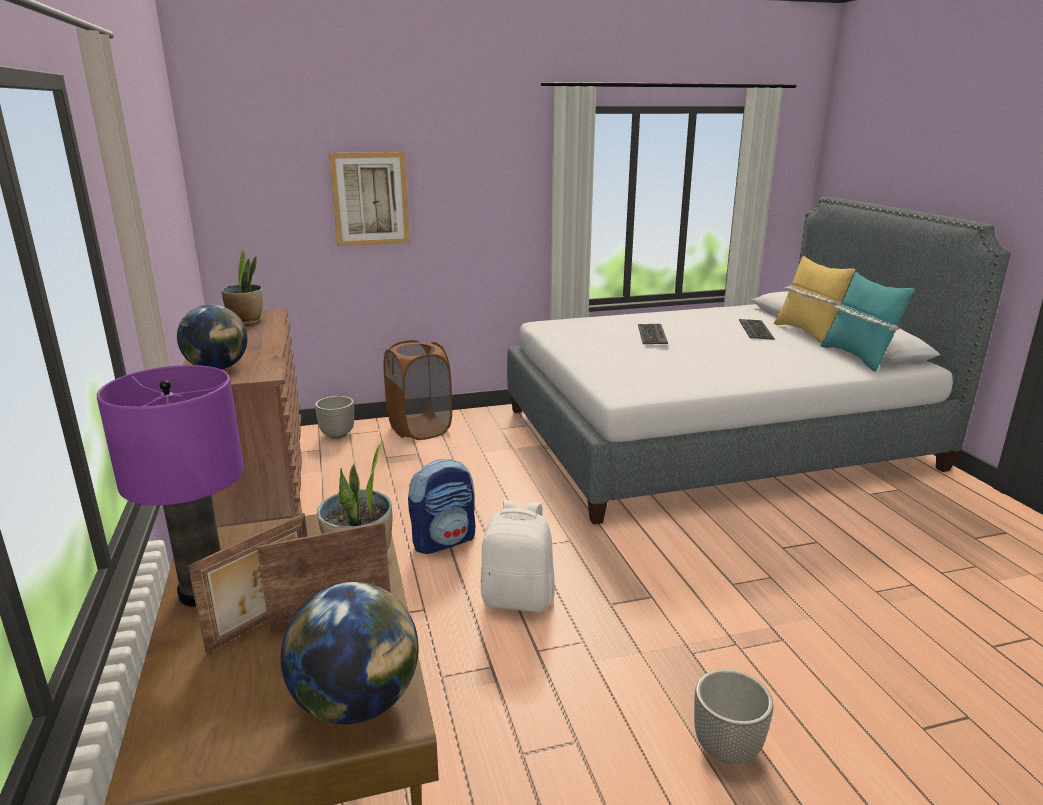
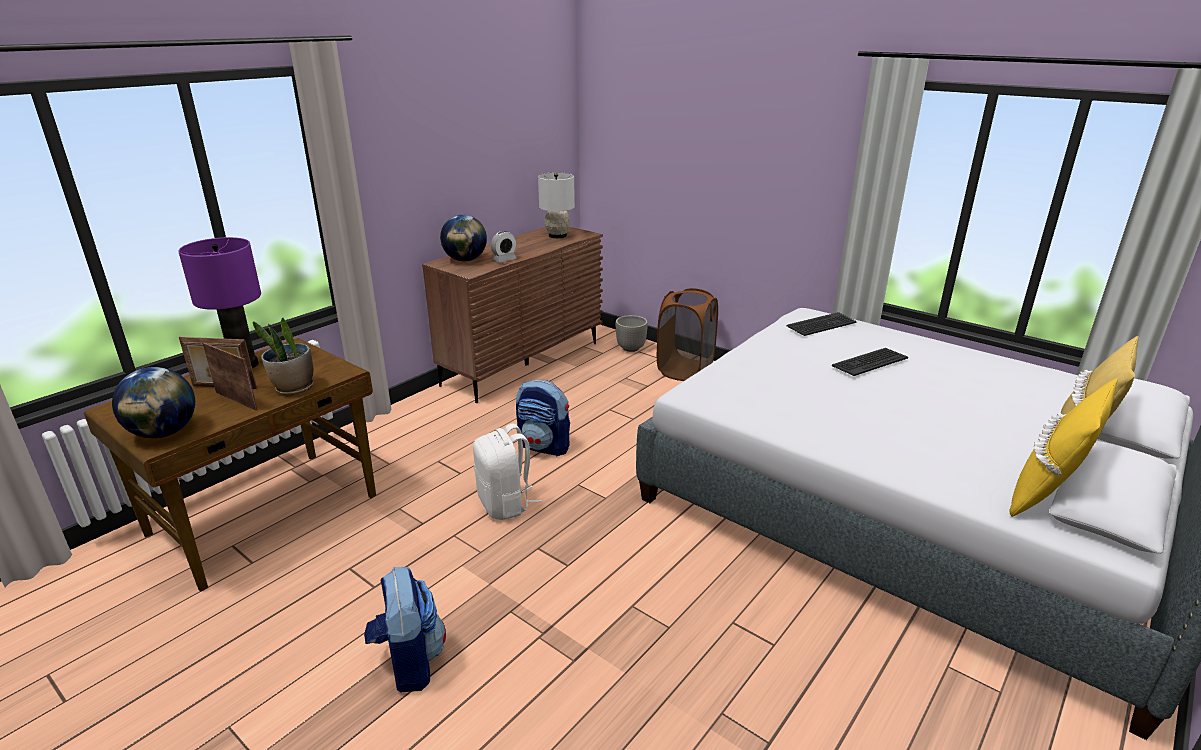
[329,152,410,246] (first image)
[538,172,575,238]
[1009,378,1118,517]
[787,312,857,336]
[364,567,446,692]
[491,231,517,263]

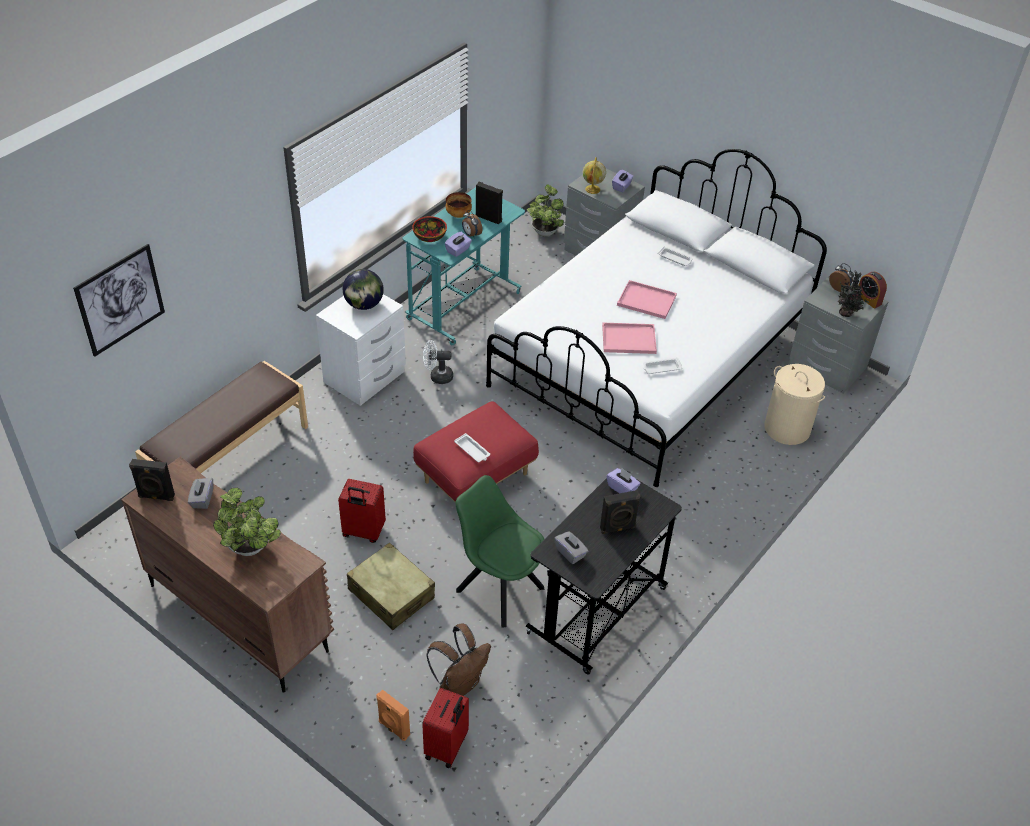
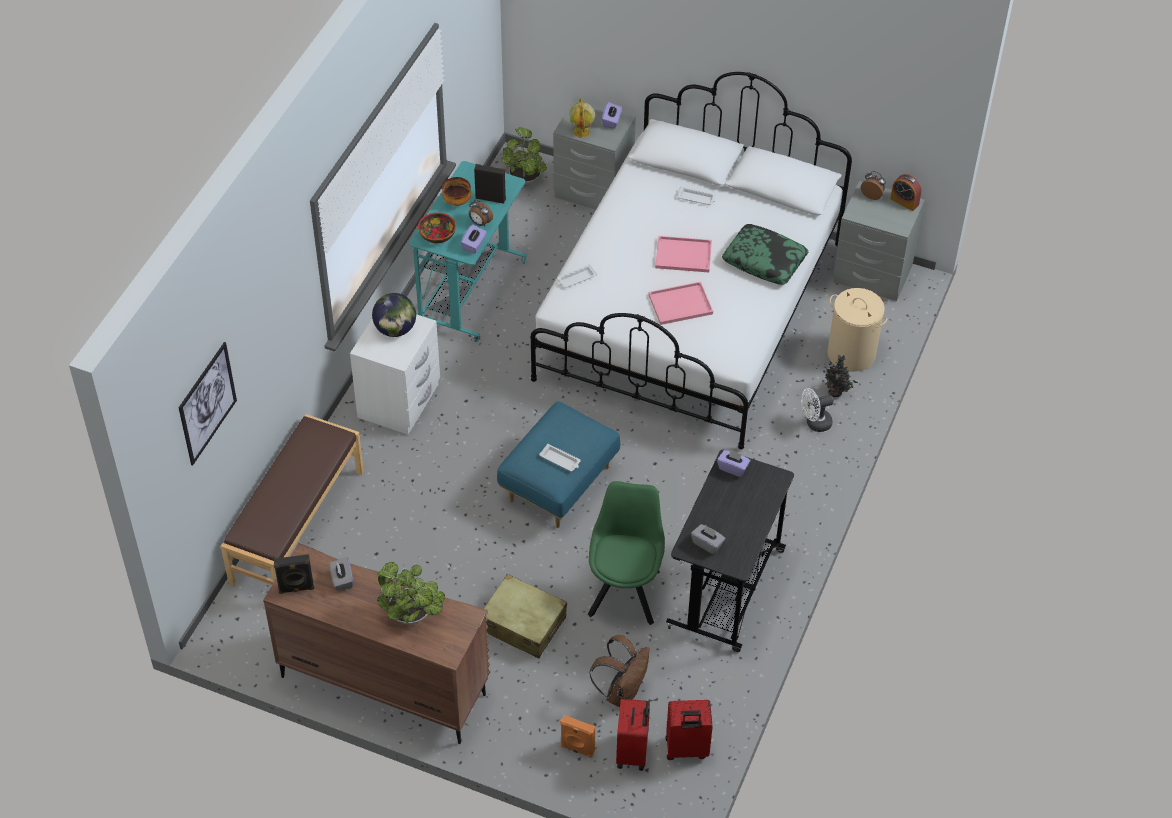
[824,355,858,397]
[801,388,834,432]
[557,264,597,288]
[497,401,620,528]
[588,481,665,625]
[665,700,713,760]
[600,490,640,534] (first image)
[722,224,808,285]

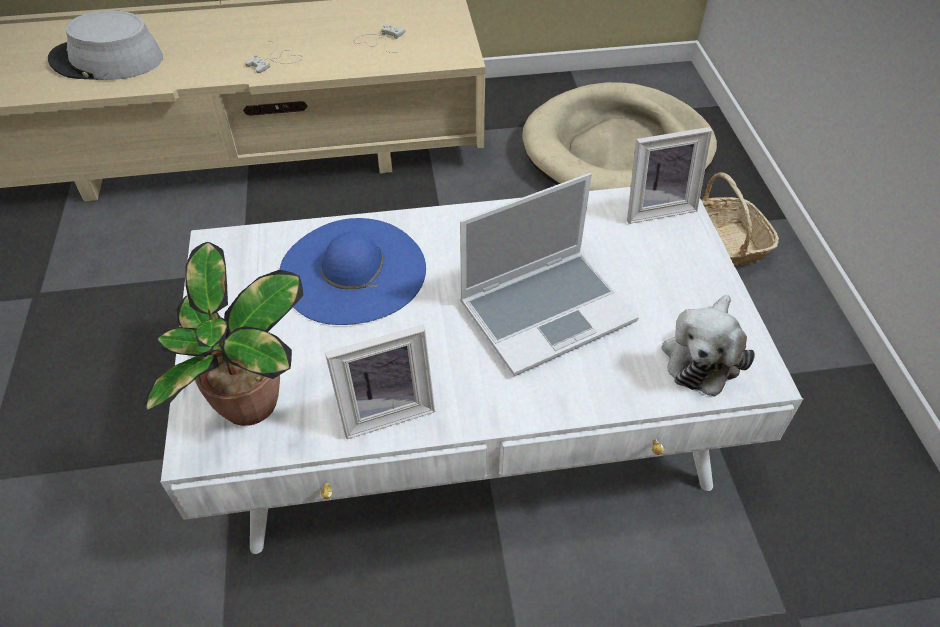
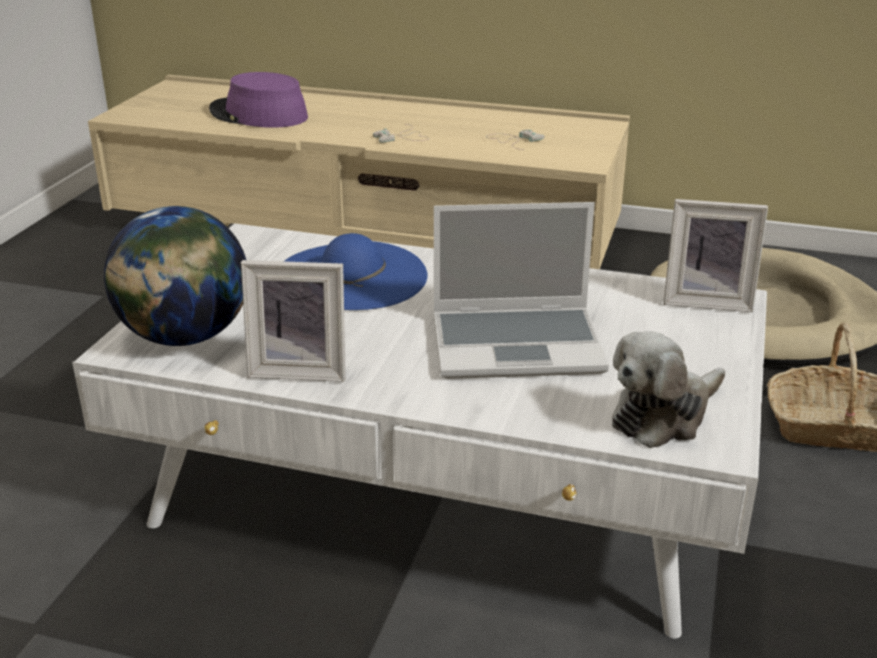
[209,72,308,128]
[104,206,246,346]

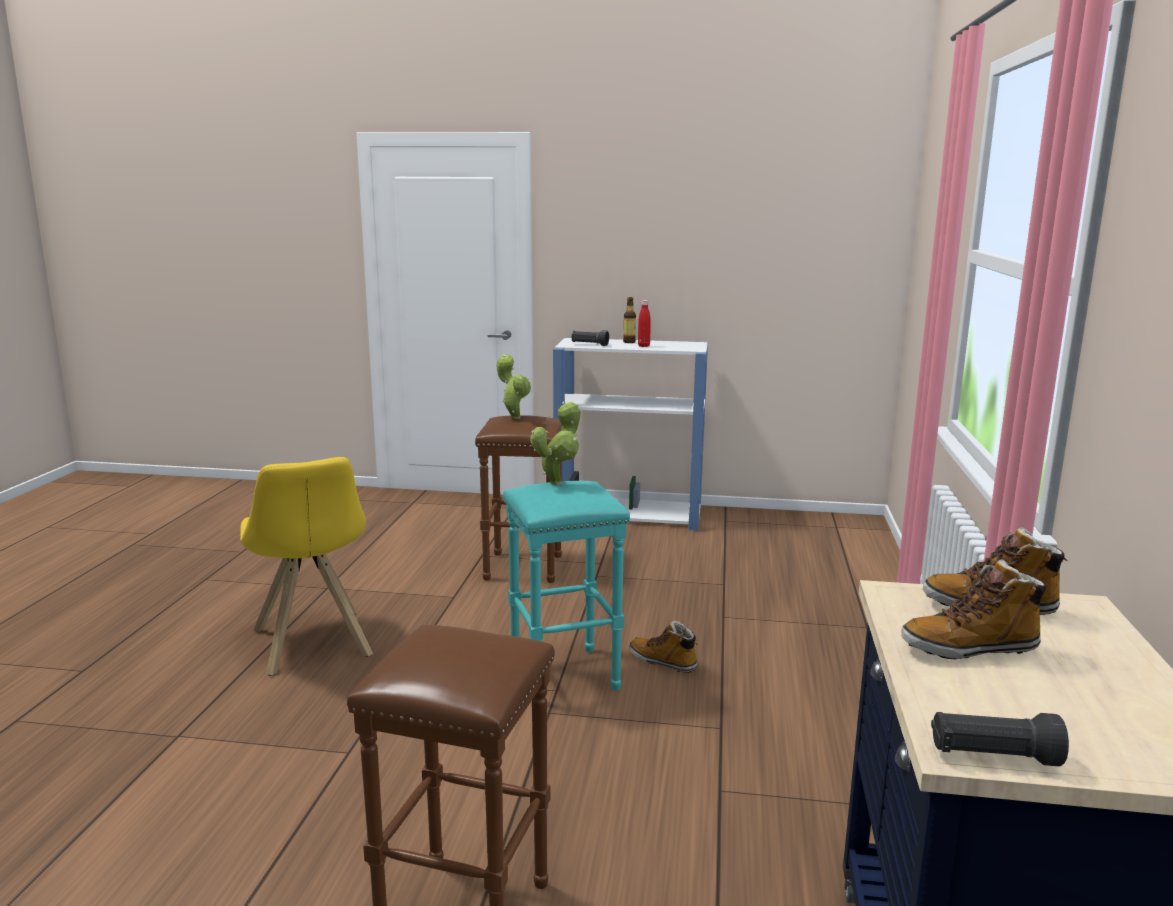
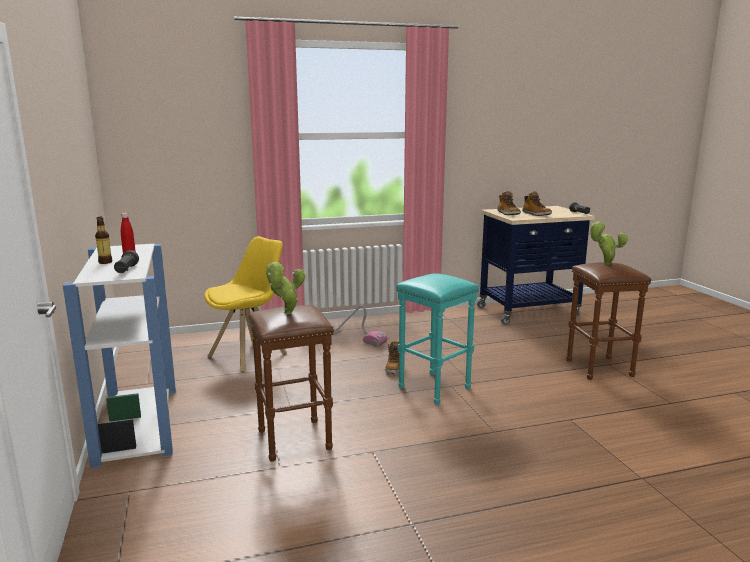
[589,221,628,265]
[204,236,287,372]
[333,305,387,347]

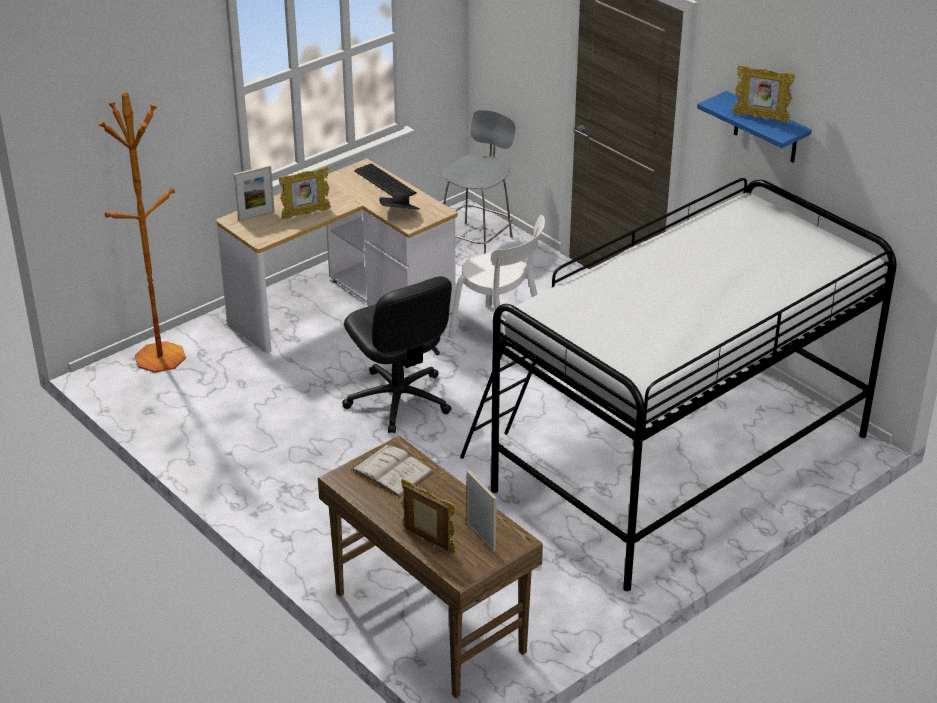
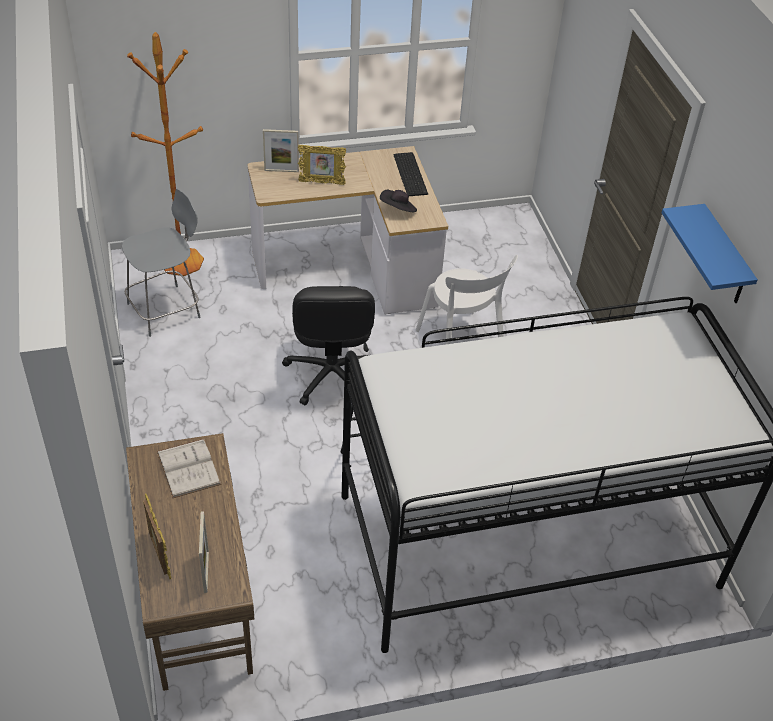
[733,65,795,122] (first image)
[122,189,201,337]

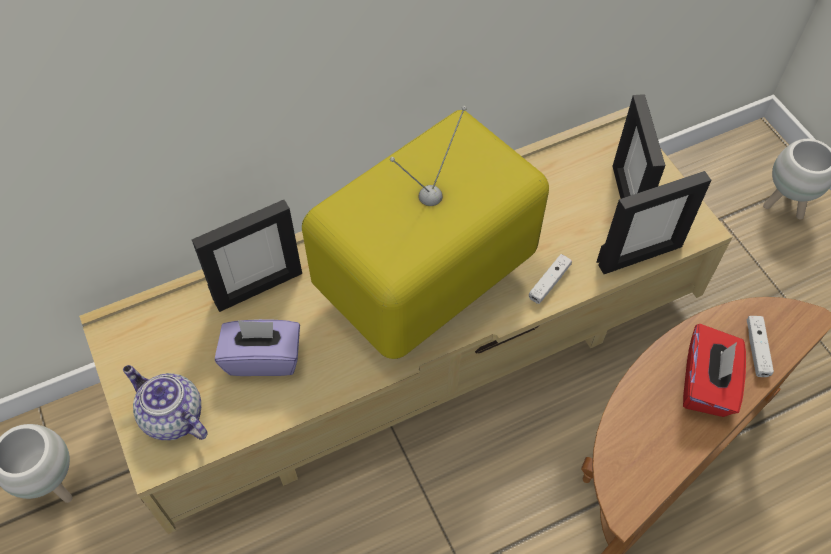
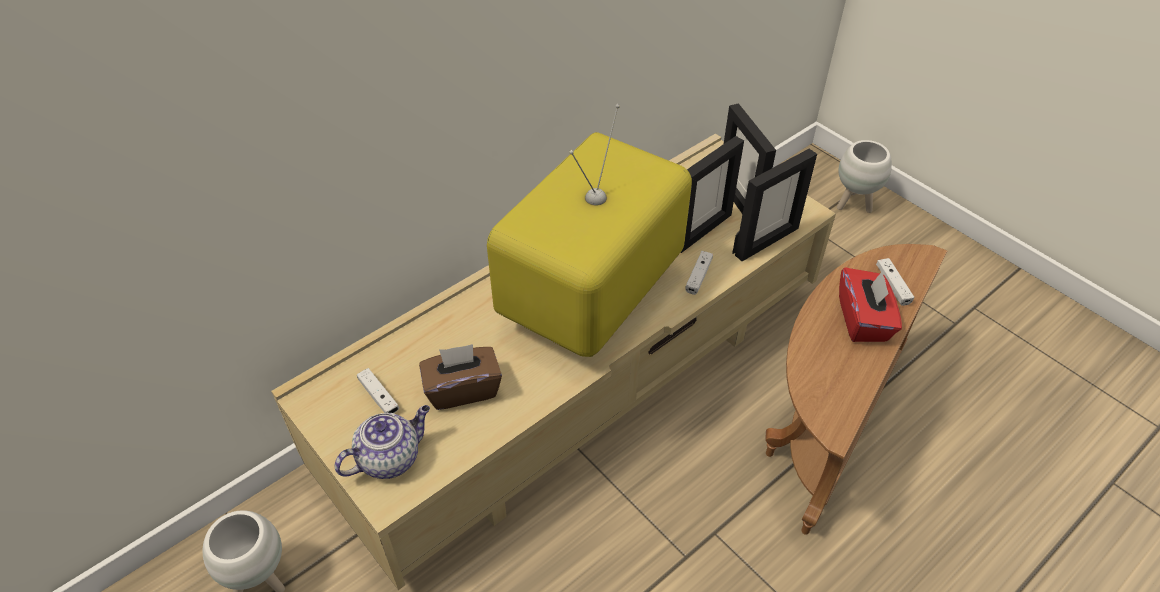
[681,136,744,253]
[419,344,502,410]
[335,405,430,479]
[357,368,399,413]

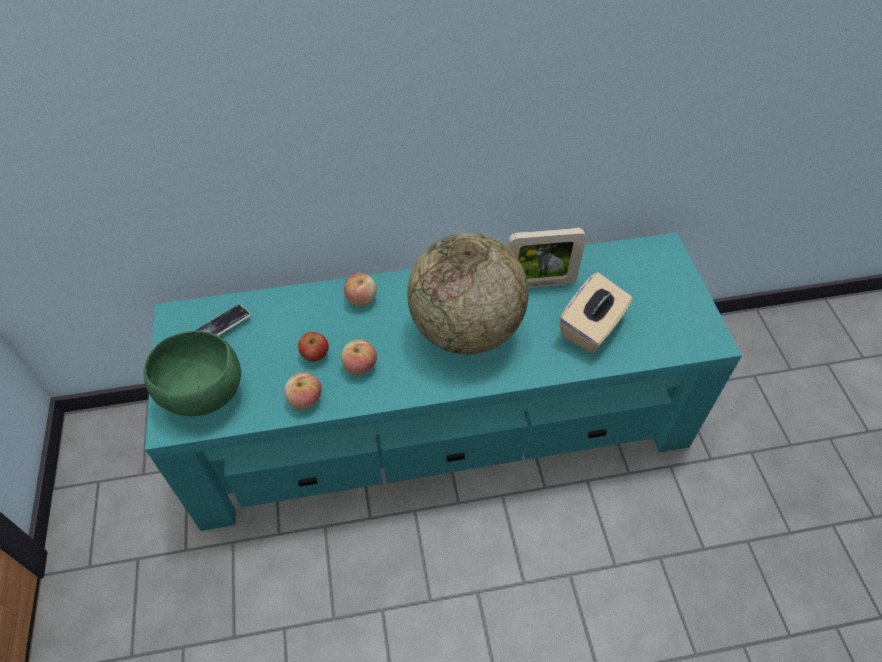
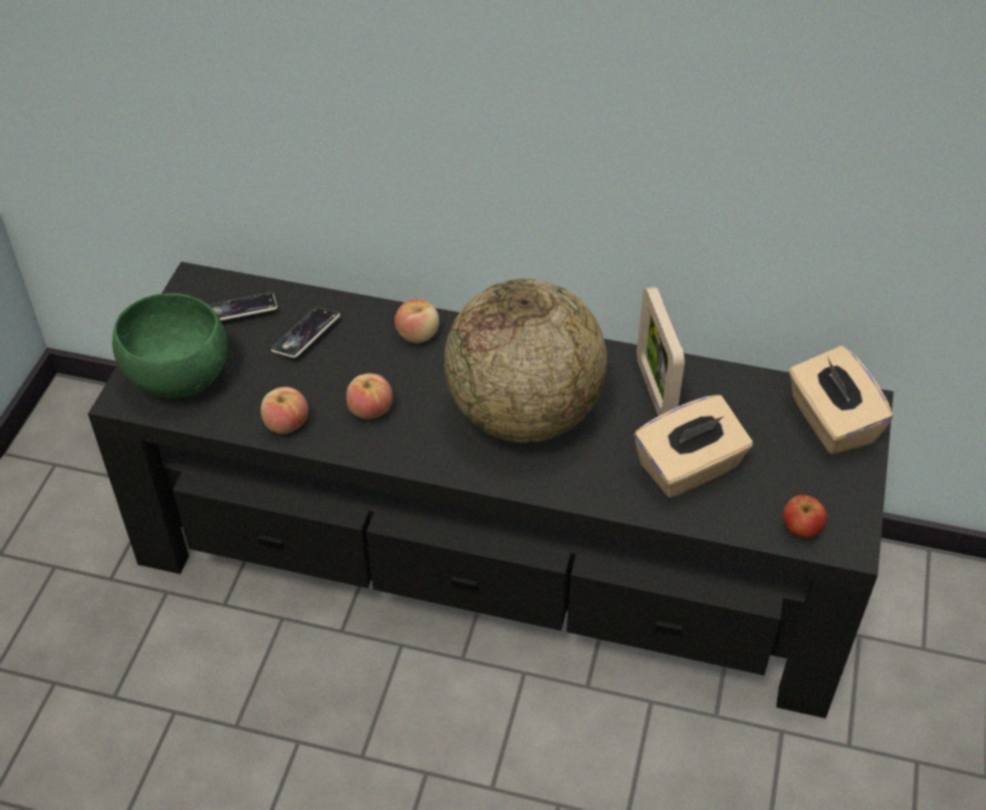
[637,287,685,416]
[88,262,894,718]
[783,495,827,538]
[271,308,340,358]
[789,346,893,455]

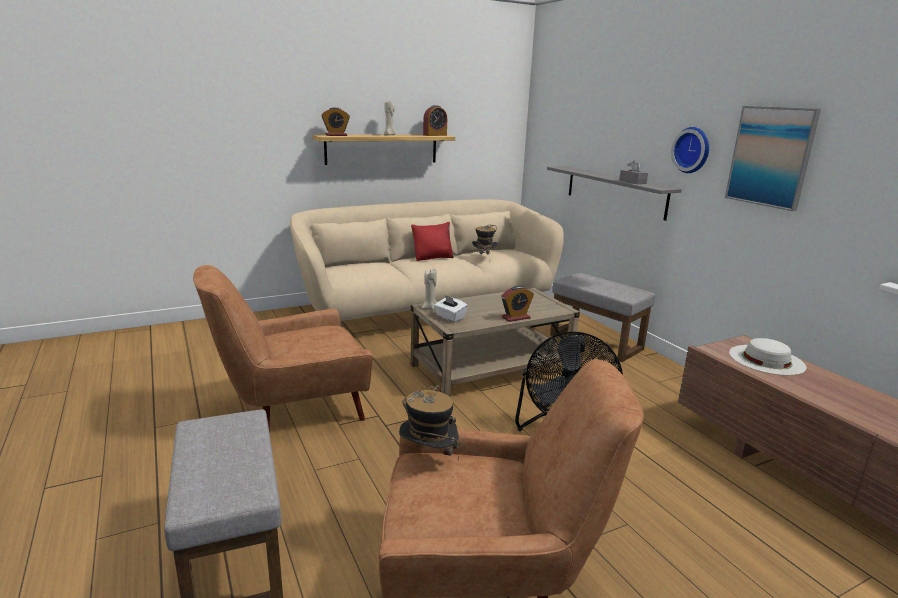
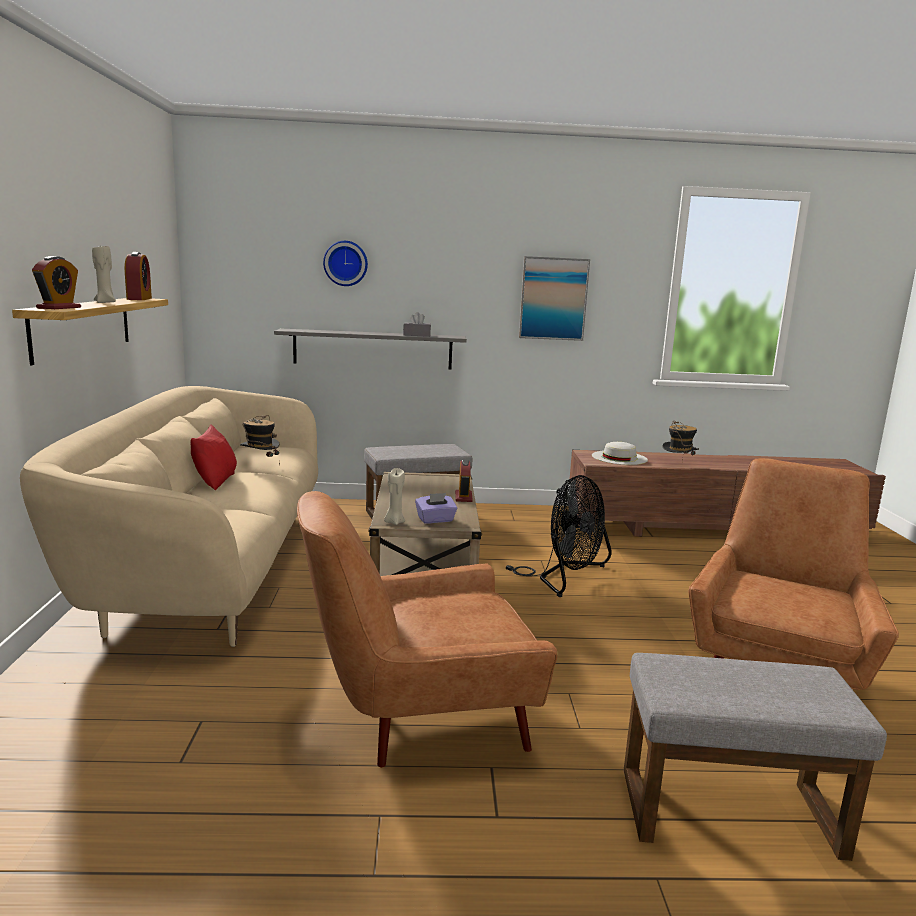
[323,241,368,286]
[297,491,557,767]
[415,493,458,524]
[662,421,699,463]

